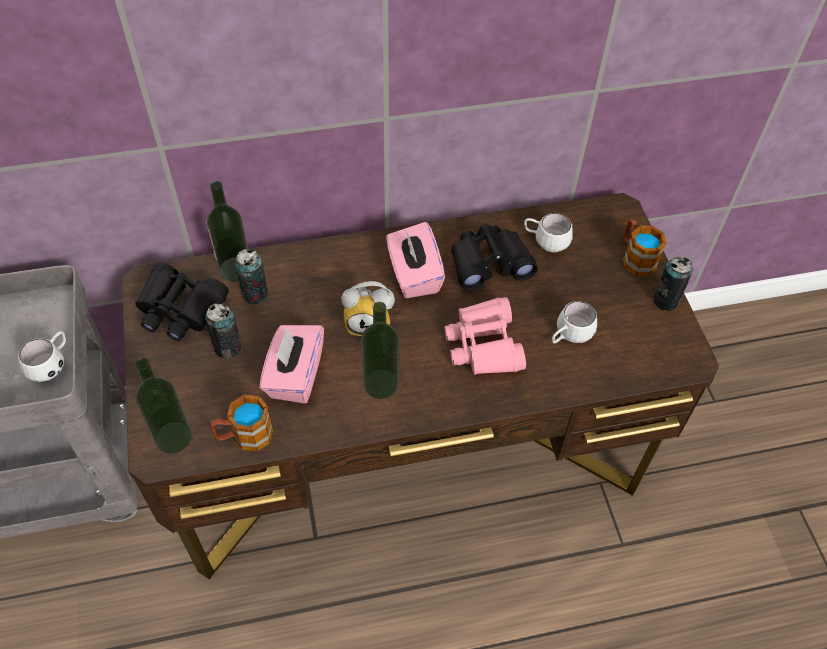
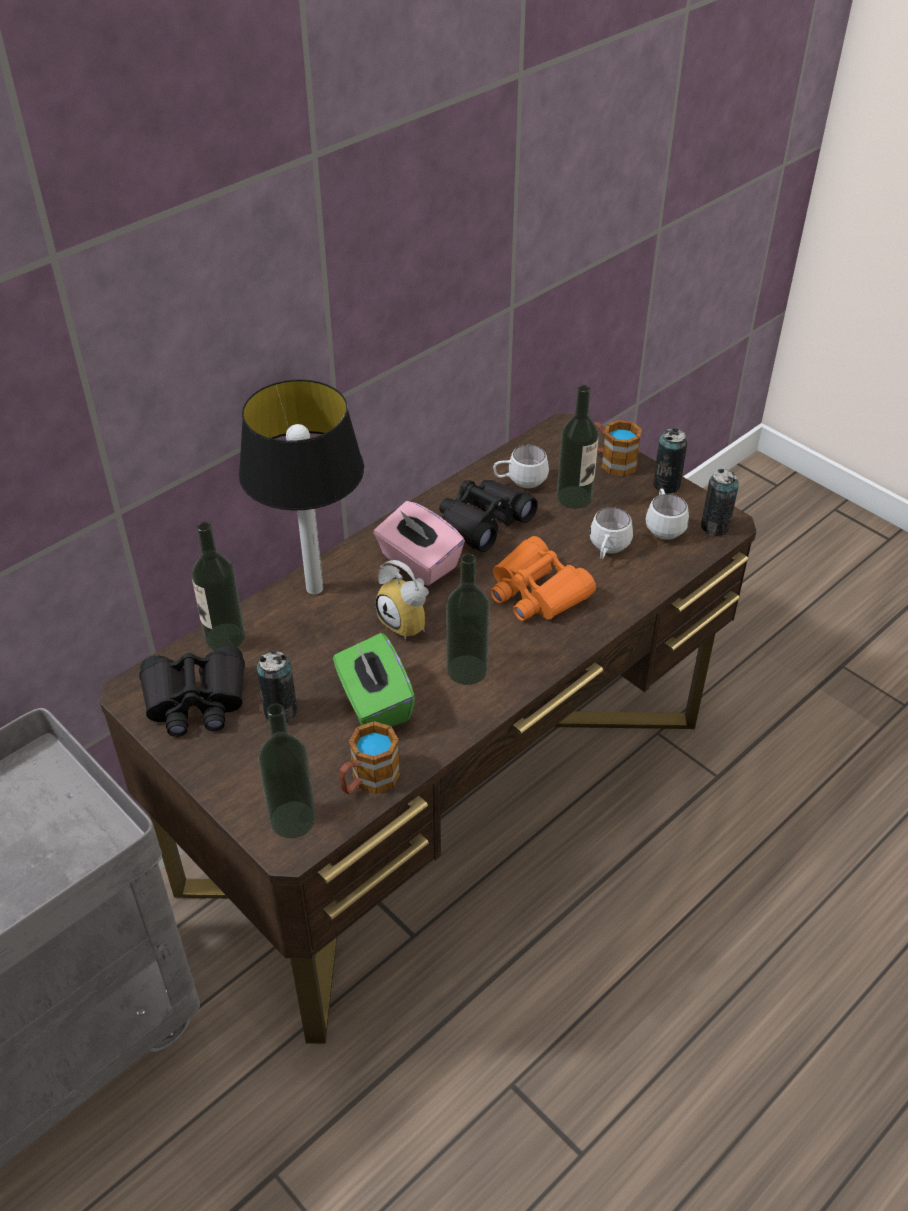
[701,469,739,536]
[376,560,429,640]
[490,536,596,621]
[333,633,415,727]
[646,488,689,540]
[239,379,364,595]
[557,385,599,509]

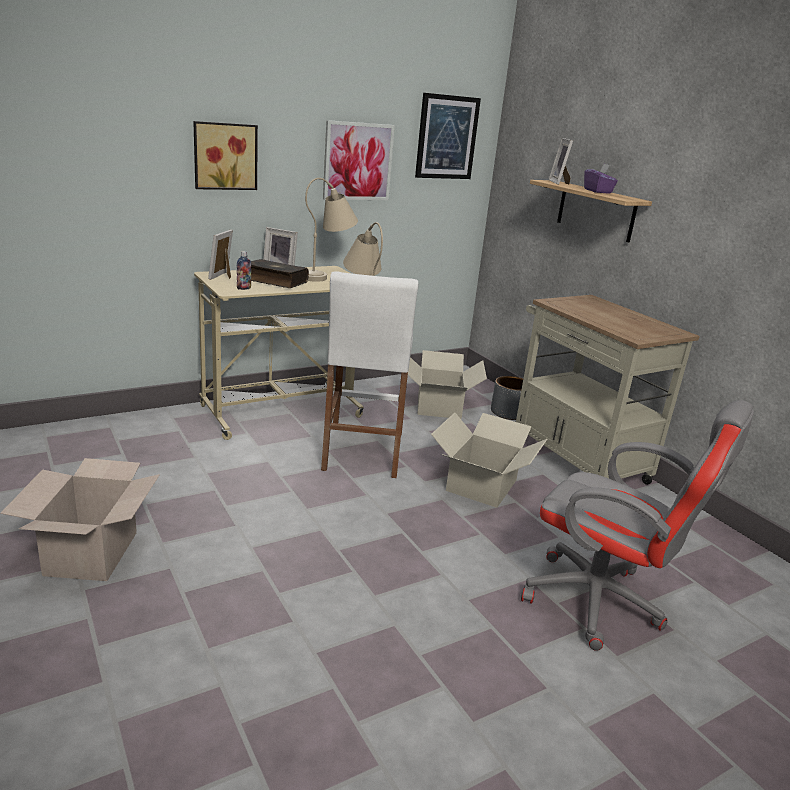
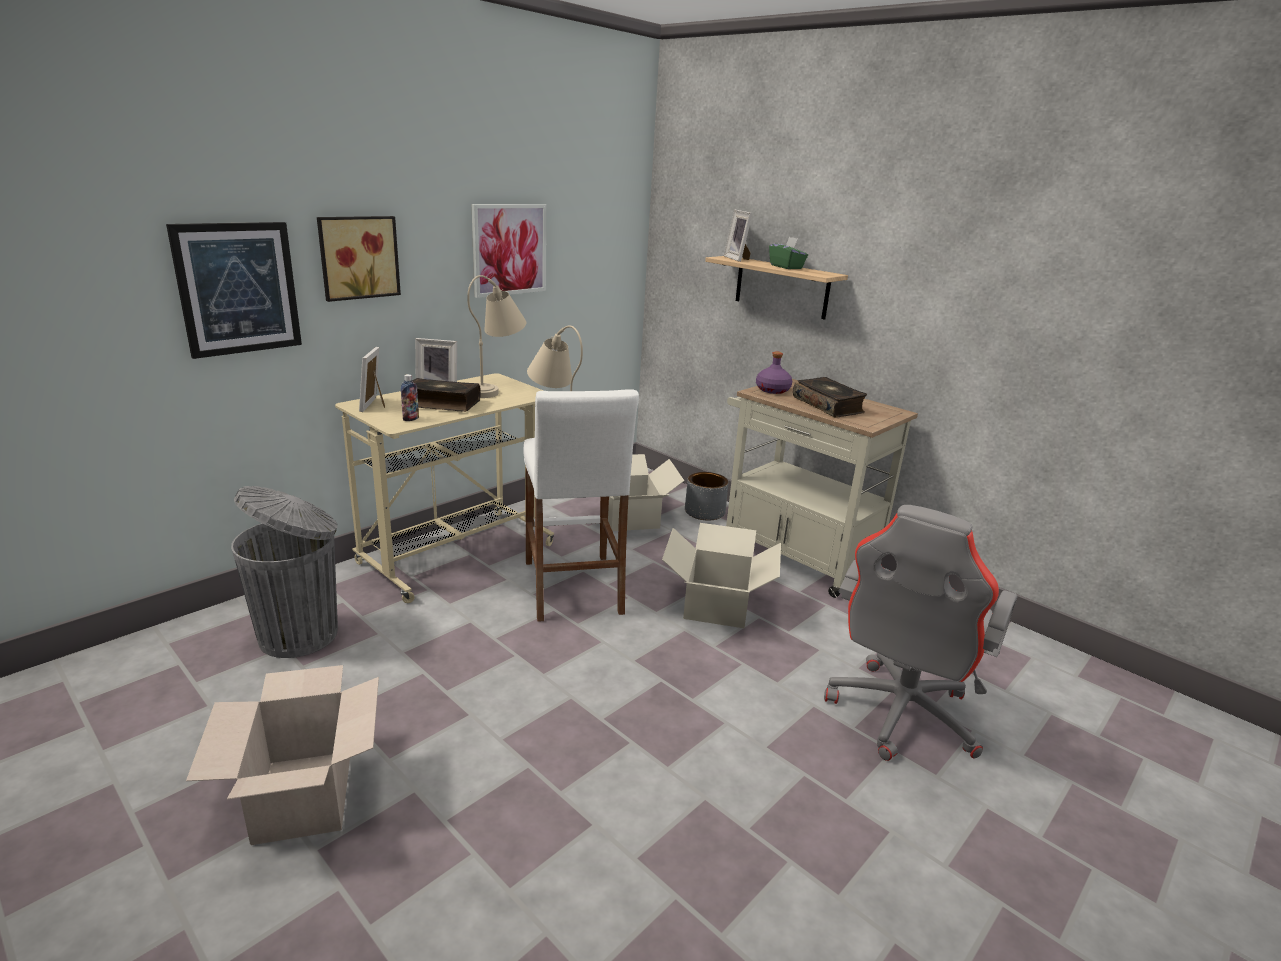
[166,222,302,359]
[769,237,808,269]
[824,505,1017,761]
[756,351,792,394]
[793,377,867,418]
[231,486,338,658]

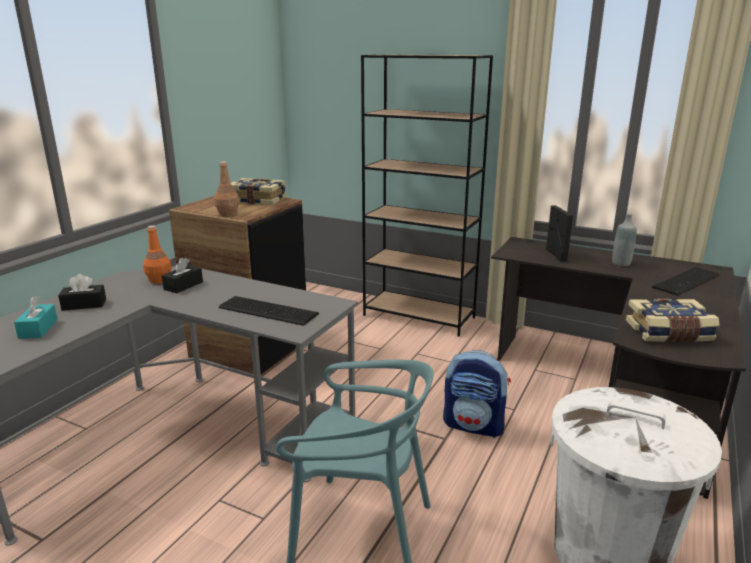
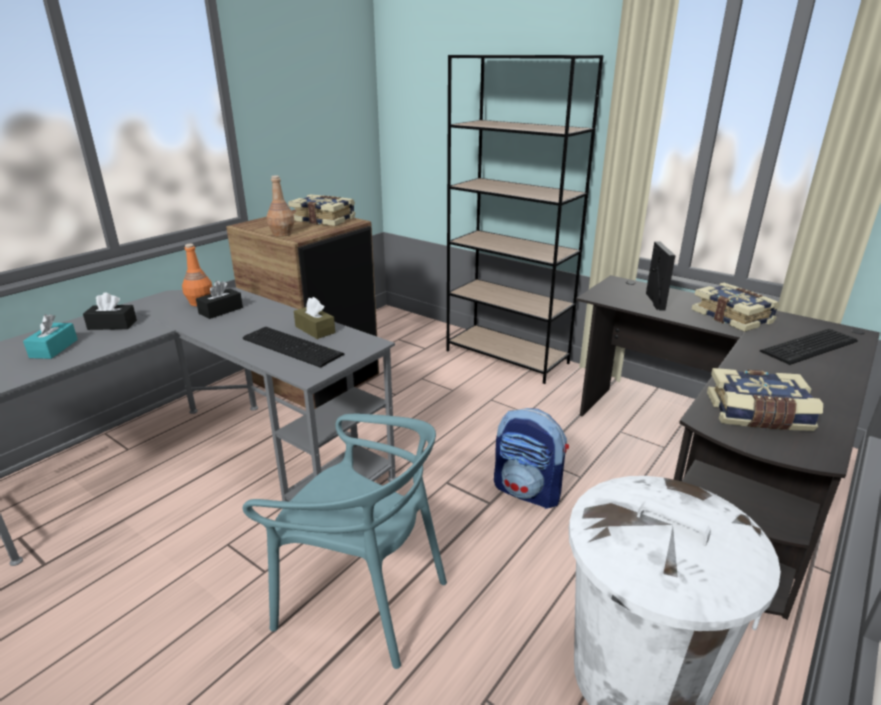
[692,283,779,332]
[294,297,335,339]

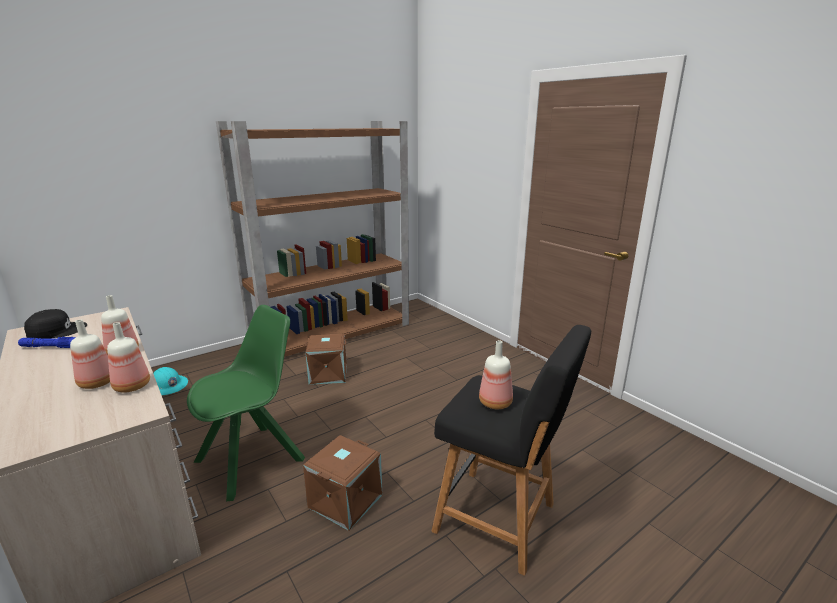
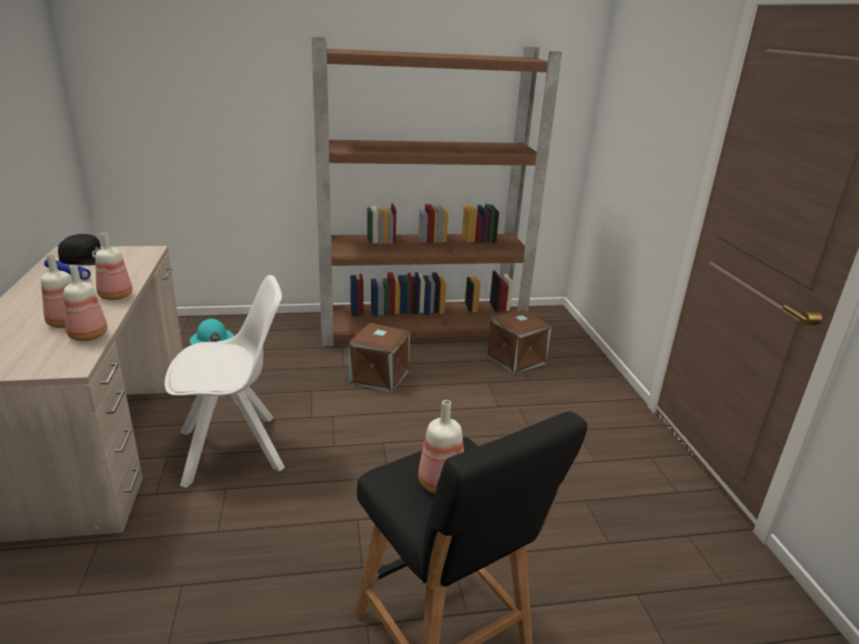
[165,275,285,488]
[487,309,552,374]

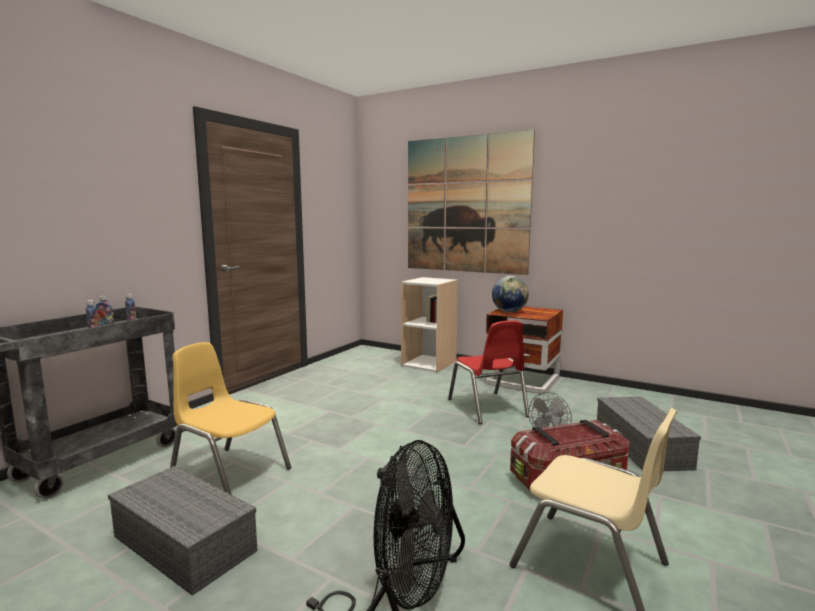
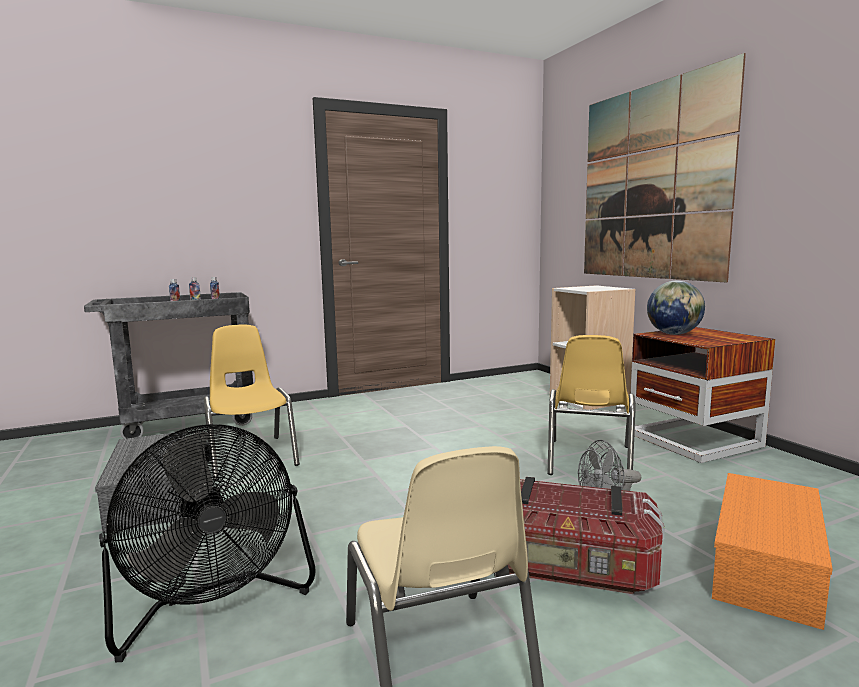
[548,335,636,475]
[712,473,833,630]

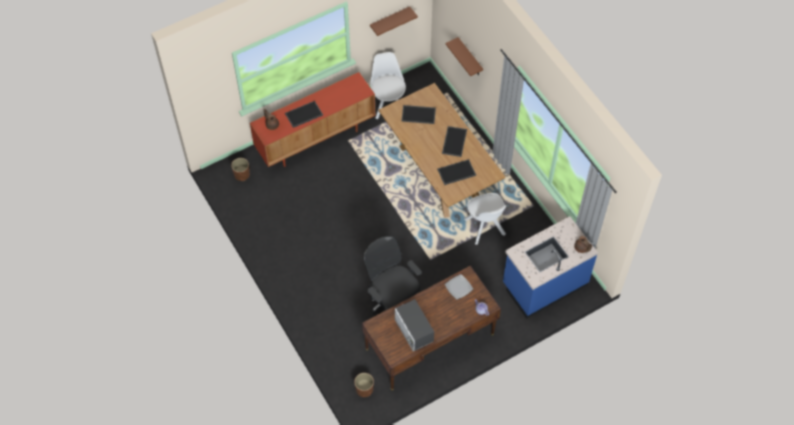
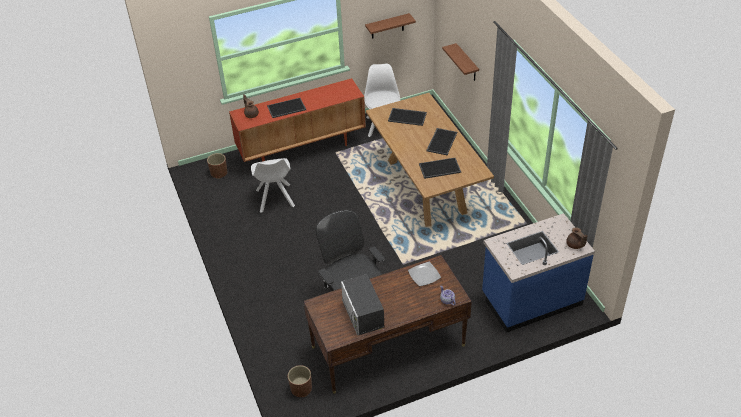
[251,158,295,213]

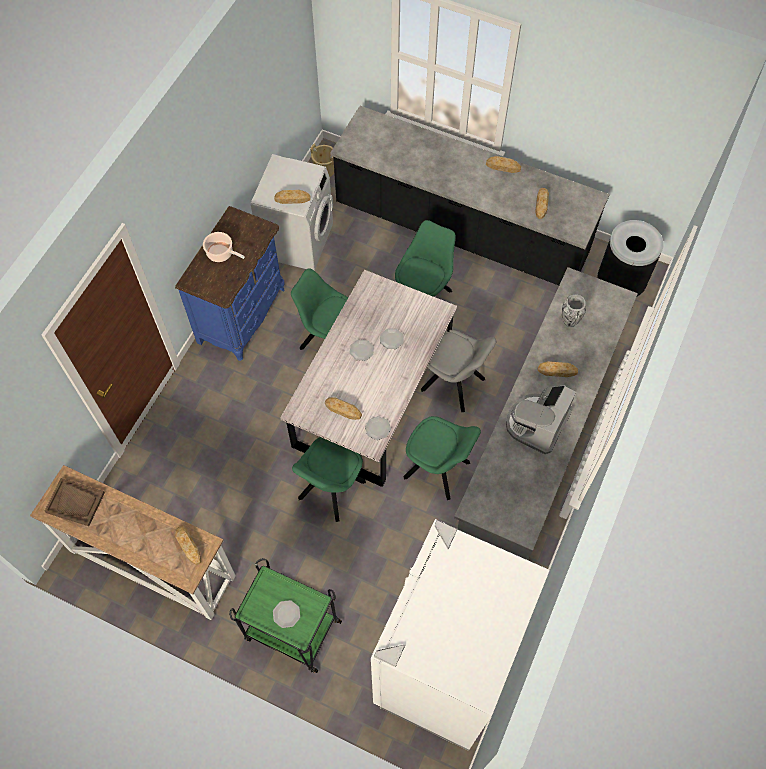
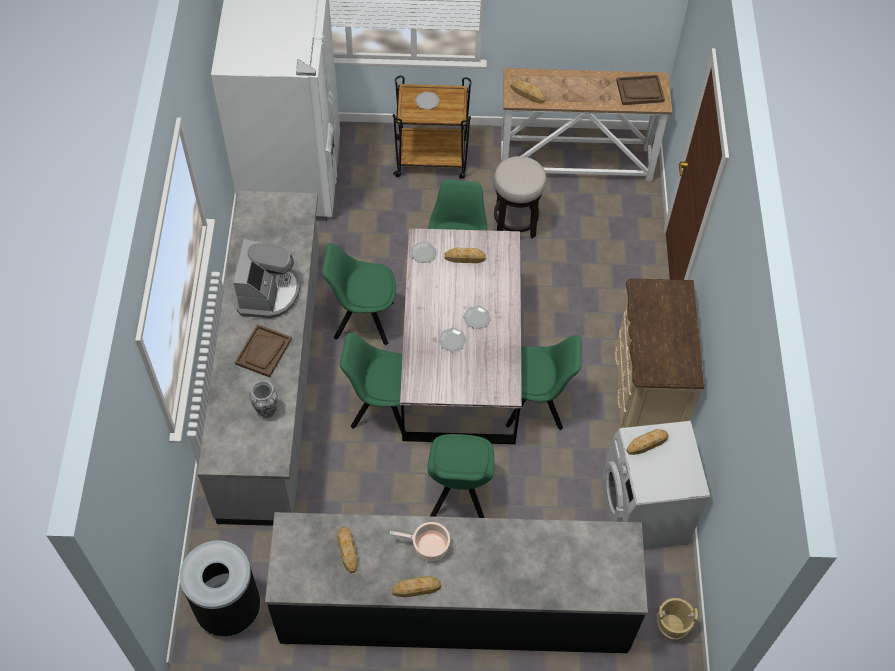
[614,279,704,428]
[390,522,450,561]
[340,333,407,435]
[235,324,292,378]
[393,76,472,179]
[493,156,547,239]

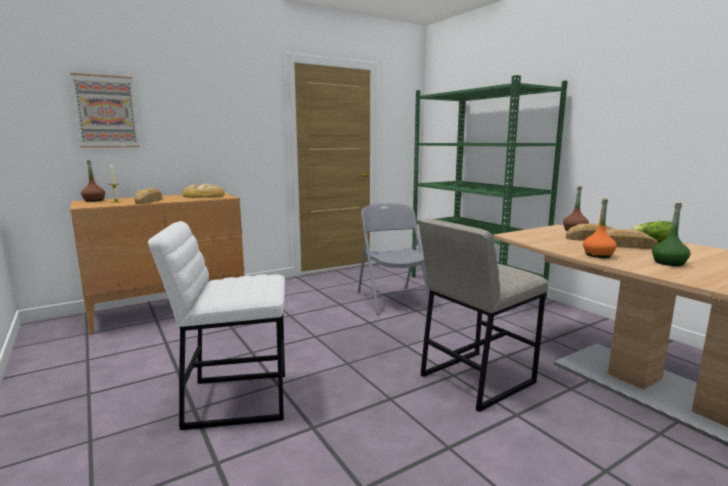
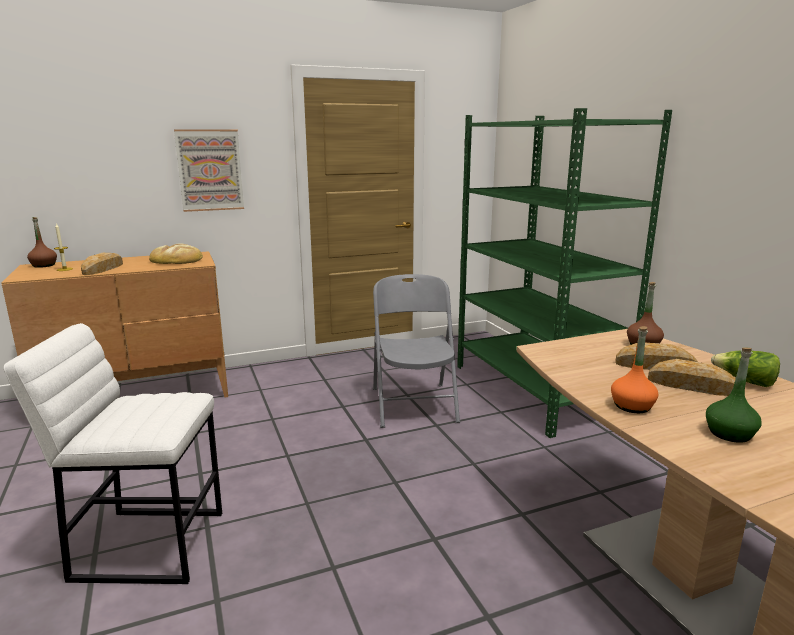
[174,129,244,212]
[419,219,548,412] (first image)

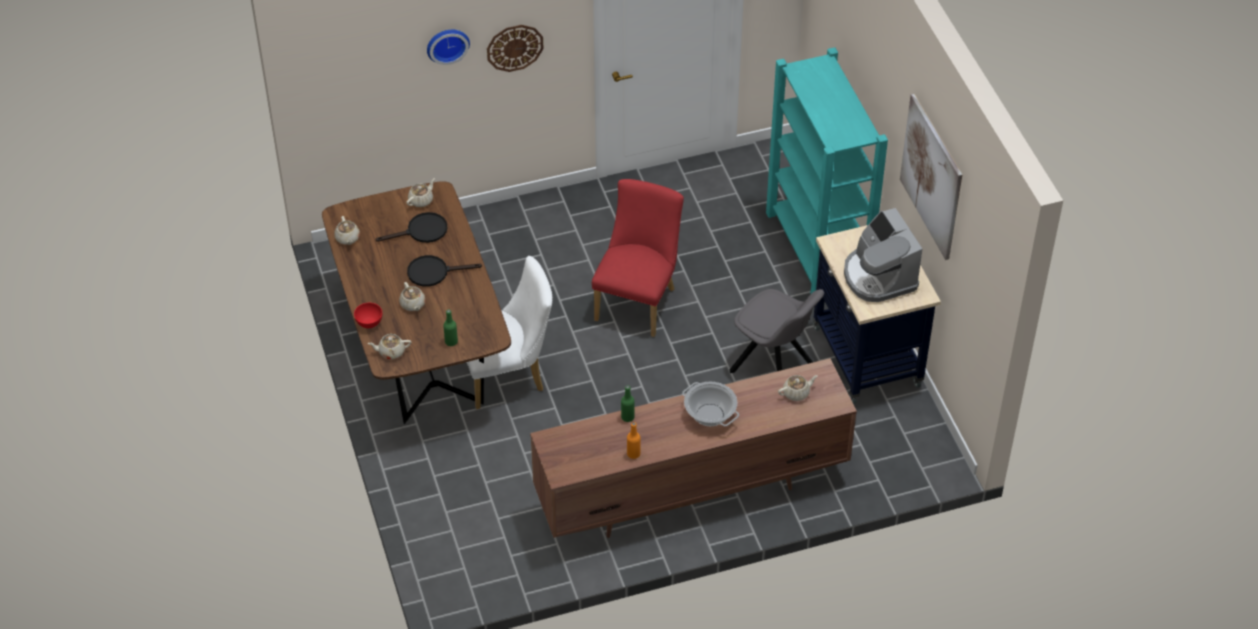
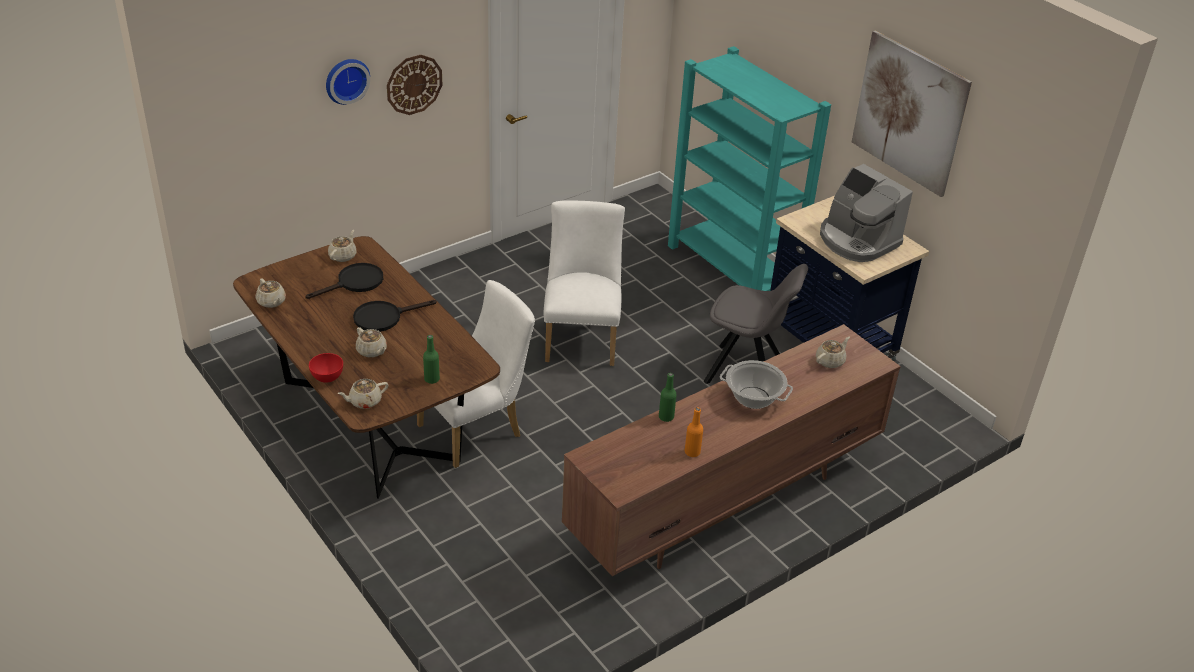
[544,201,625,366]

